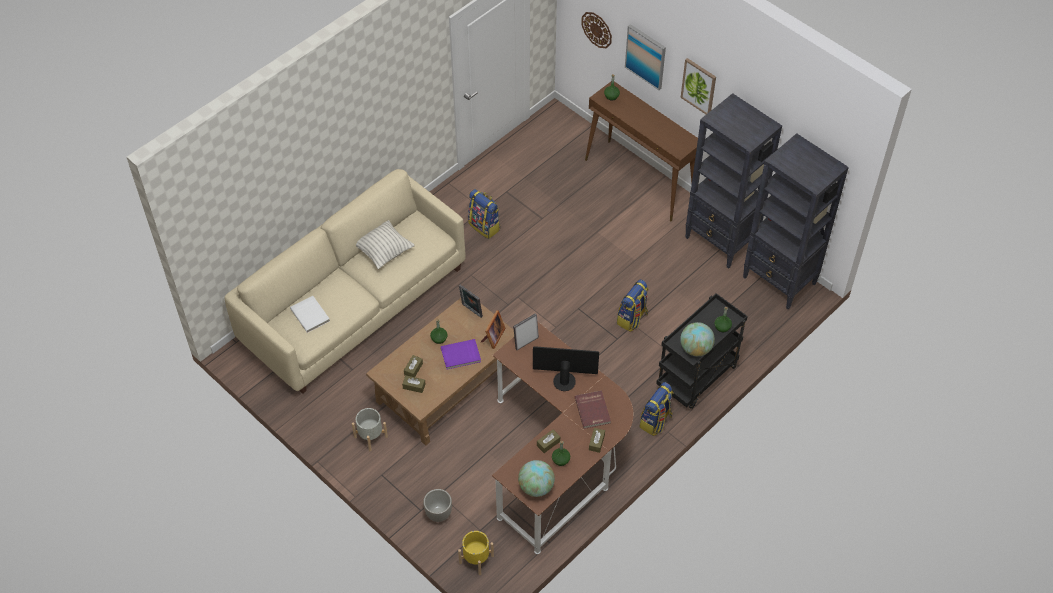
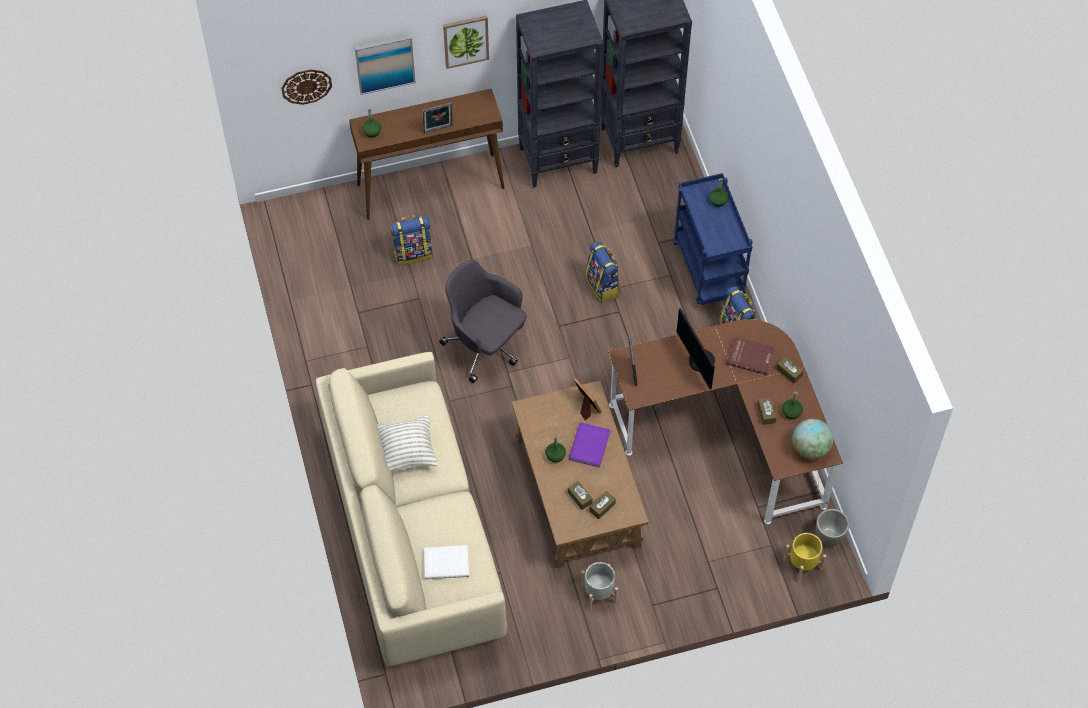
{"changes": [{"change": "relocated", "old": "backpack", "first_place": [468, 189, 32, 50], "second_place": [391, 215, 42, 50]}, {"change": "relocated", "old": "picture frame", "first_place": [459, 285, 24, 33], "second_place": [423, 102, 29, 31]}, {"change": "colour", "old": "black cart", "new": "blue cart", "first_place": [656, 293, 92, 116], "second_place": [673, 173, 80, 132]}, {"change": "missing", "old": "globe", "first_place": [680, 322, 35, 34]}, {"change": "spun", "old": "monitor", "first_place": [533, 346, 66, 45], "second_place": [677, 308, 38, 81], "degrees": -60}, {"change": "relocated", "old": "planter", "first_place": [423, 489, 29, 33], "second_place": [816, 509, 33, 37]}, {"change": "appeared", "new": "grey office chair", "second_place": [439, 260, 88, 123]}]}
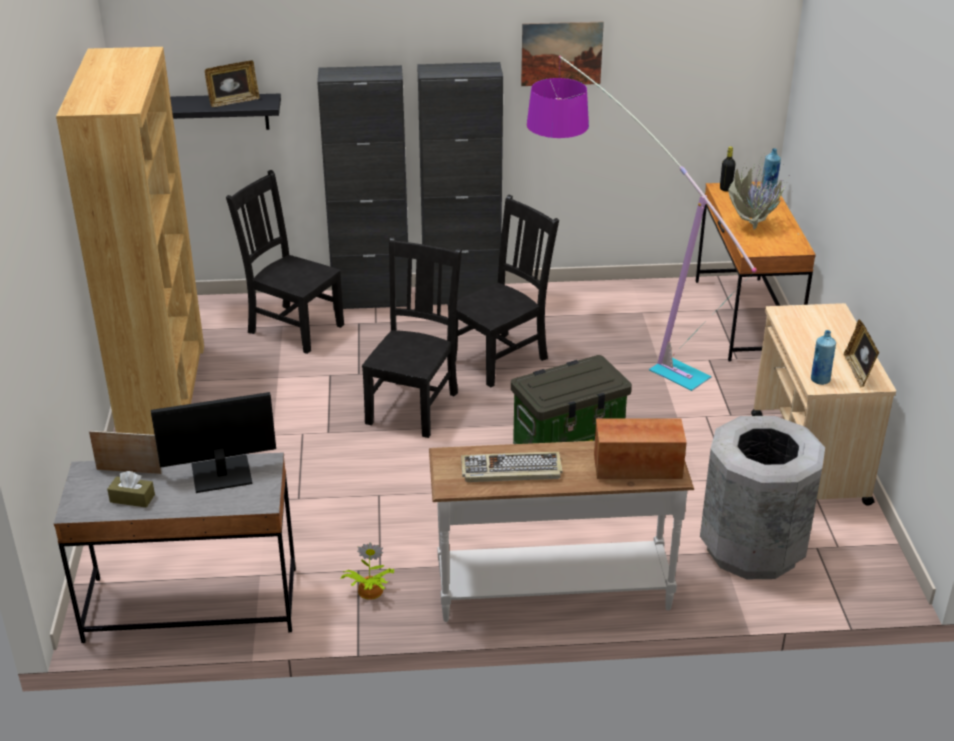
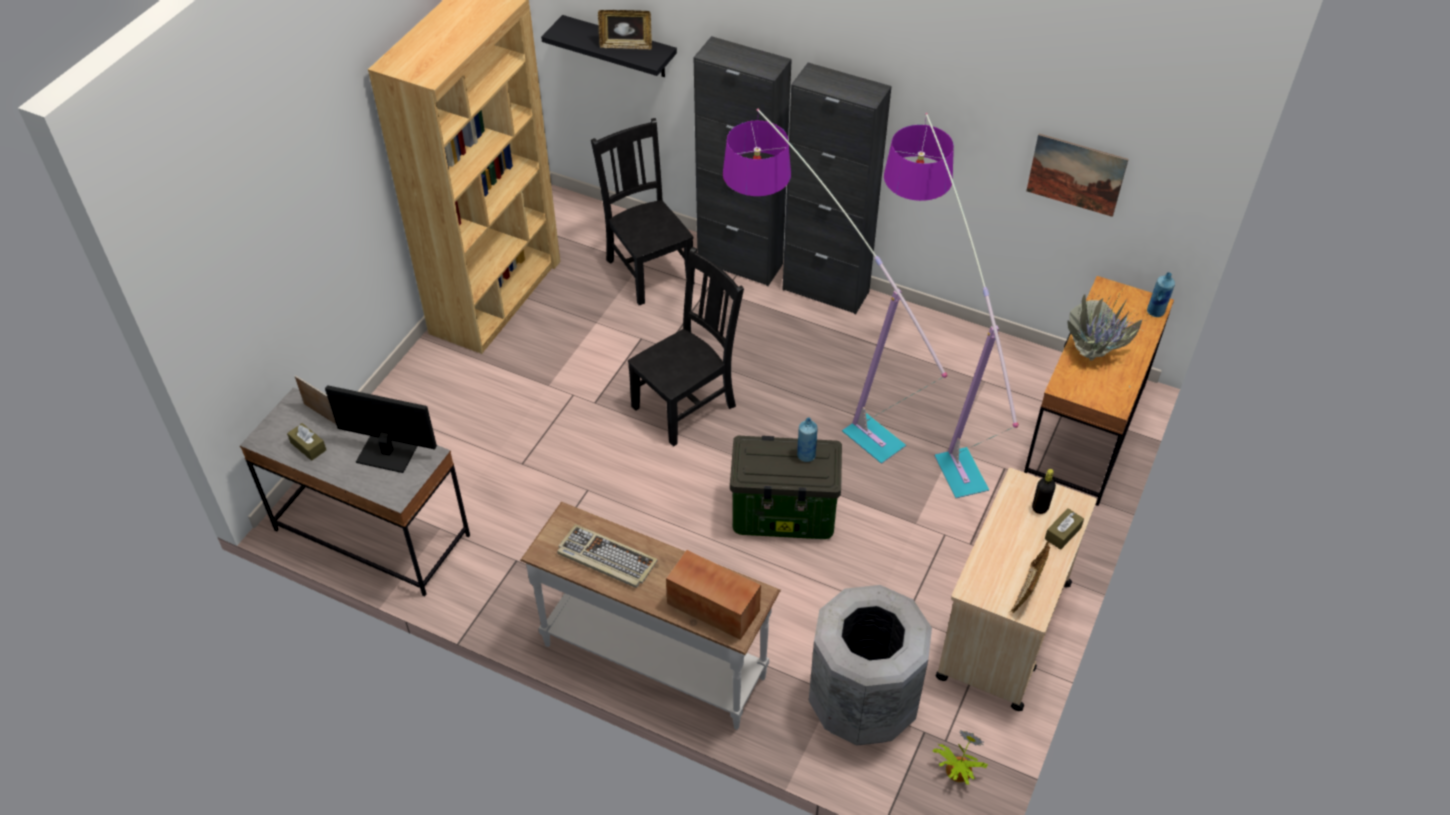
{"changes": [{"change": "relocated", "old": "picture", "first_place": [521, 22, 83, 64], "second_place": [1026, 134, 103, 83]}, {"change": "relocated", "old": "black bottle", "first_place": [720, 147, 16, 44], "second_place": [1032, 469, 24, 45]}, {"change": "exchanged", "old": "black chair", "new": "floor lamp", "first_place": [448, 195, 111, 192], "second_place": [723, 109, 224, 355]}, {"change": "relocated", "old": "blue bottle", "first_place": [811, 330, 25, 55], "second_place": [797, 418, 20, 44]}, {"change": "relocated", "old": "potted plant", "first_place": [340, 543, 54, 57], "second_place": [932, 730, 56, 55]}, {"change": "appeared", "new": "brown tissue box", "second_place": [1045, 508, 39, 42]}]}
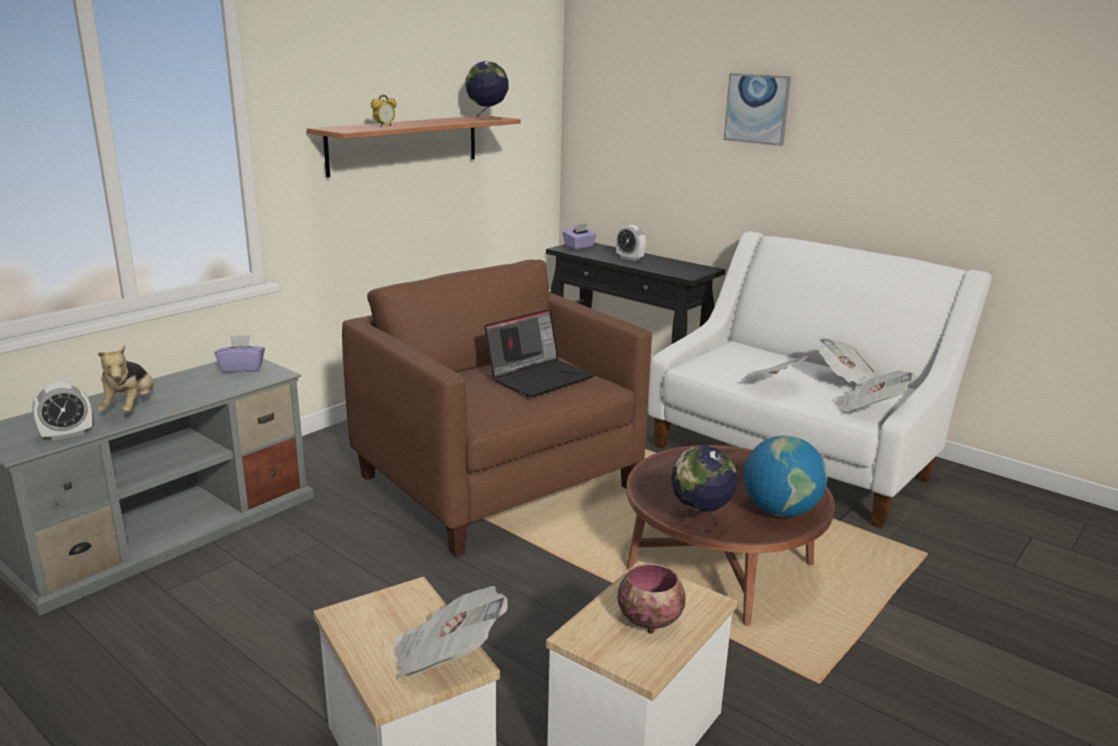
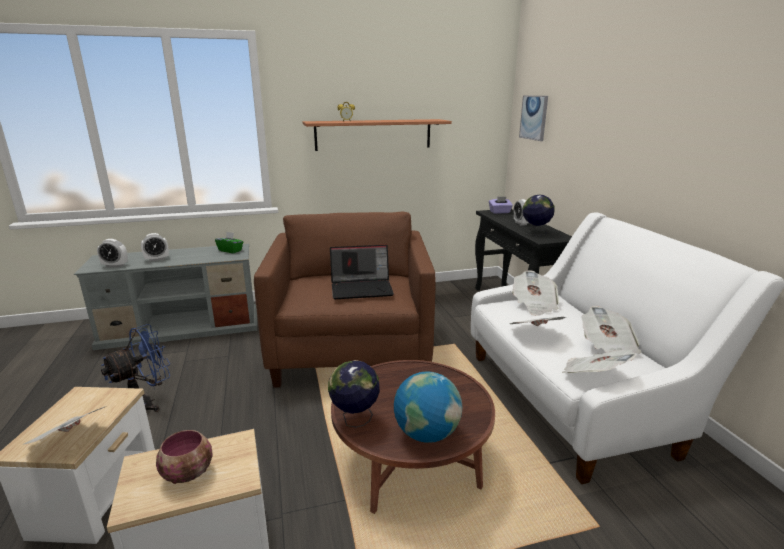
{"changes": [{"change": "relocated", "old": "globe", "first_place": [465, 61, 44, 59], "second_place": [522, 195, 33, 40]}, {"change": "relocated", "old": "picture", "first_place": [724, 73, 67, 73], "second_place": [519, 96, 29, 45]}, {"change": "colour", "old": "purple tissue box", "new": "green tissue box", "first_place": [215, 335, 50, 38], "second_place": [215, 232, 28, 21]}, {"change": "exchanged", "old": "plush toy", "new": "alarm clock", "first_place": [97, 345, 57, 68], "second_place": [141, 233, 28, 29]}, {"change": "appeared", "new": "newspaper", "second_place": [512, 271, 47, 45]}, {"change": "appeared", "new": "blue fan", "second_place": [101, 324, 69, 88]}]}
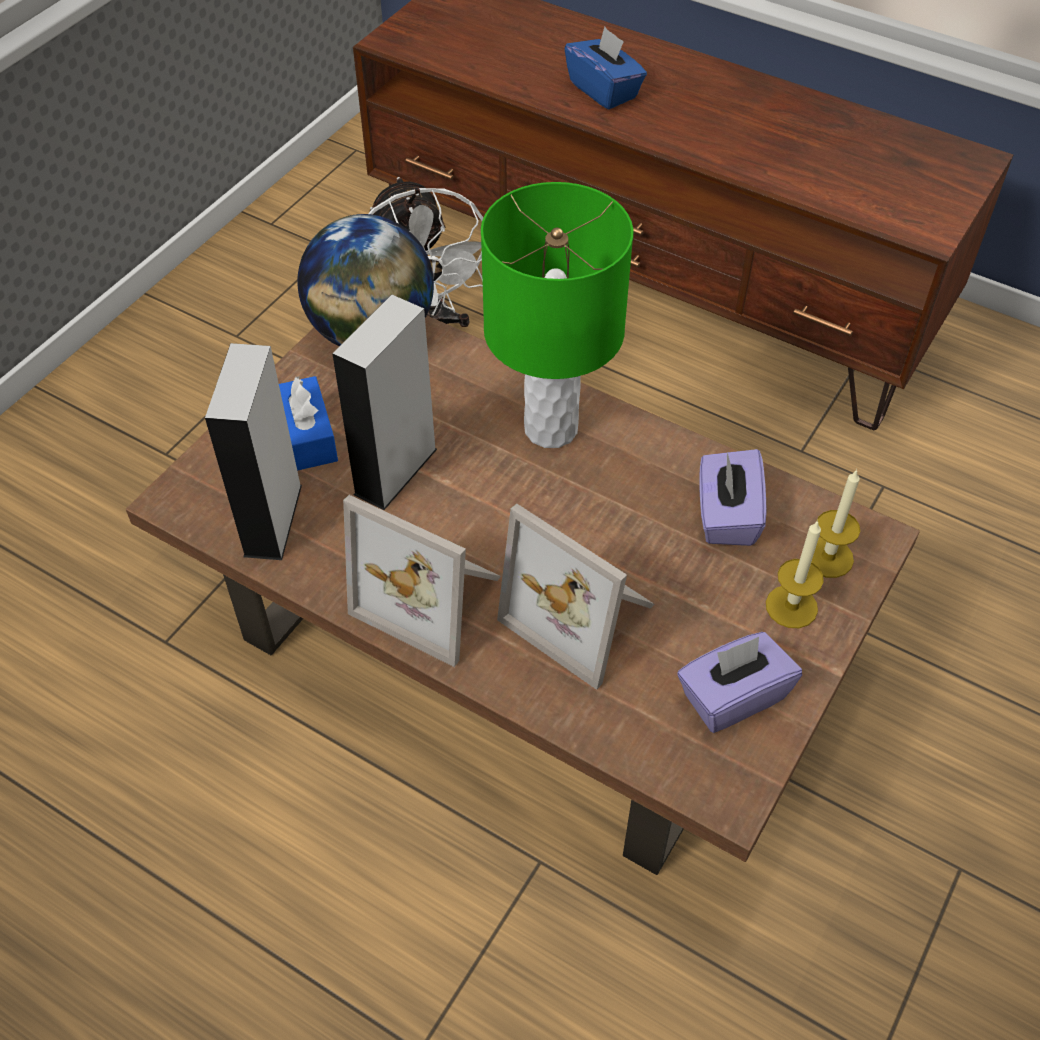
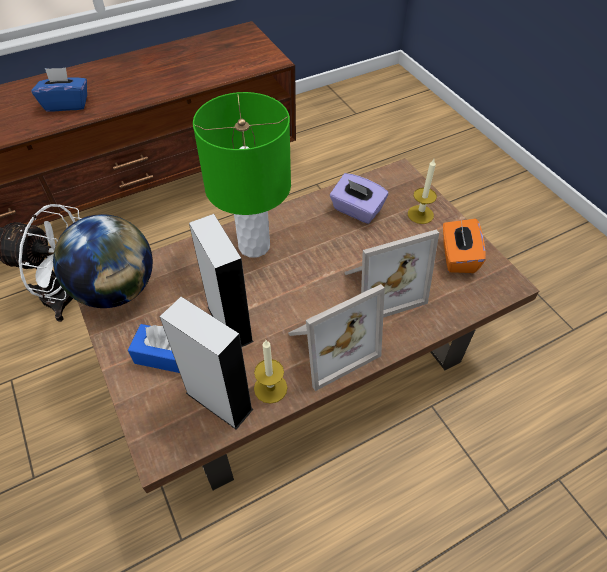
{"changes": [{"change": "relocated", "old": "candle", "first_place": [812, 469, 48, 109], "second_place": [254, 340, 33, 64]}, {"change": "colour", "old": "purple tissue box", "new": "orange tissue box", "first_place": [677, 632, 125, 101], "second_place": [443, 219, 42, 54]}]}
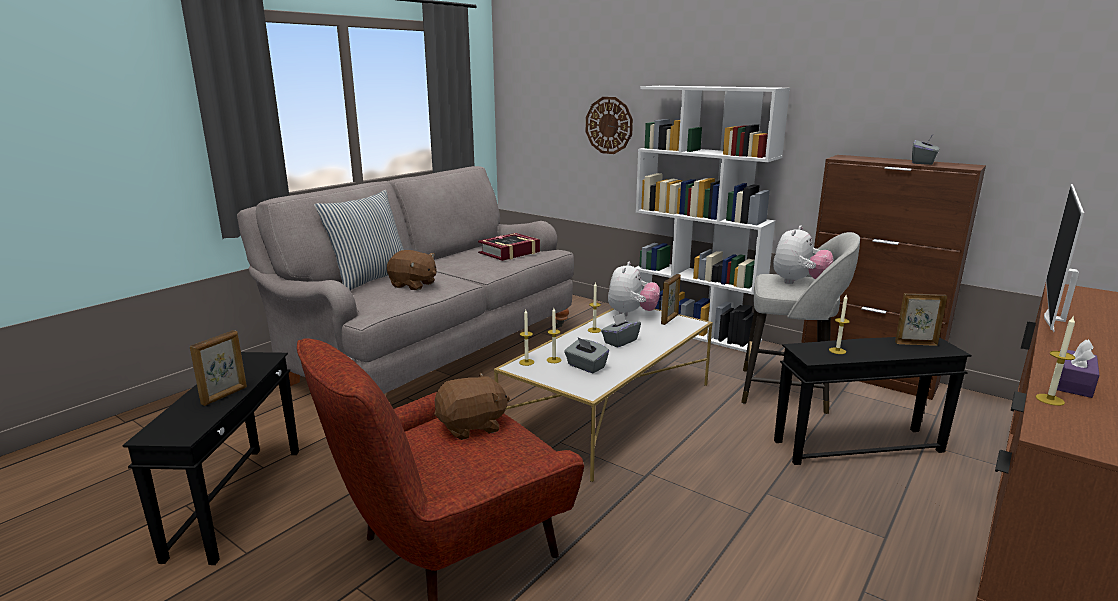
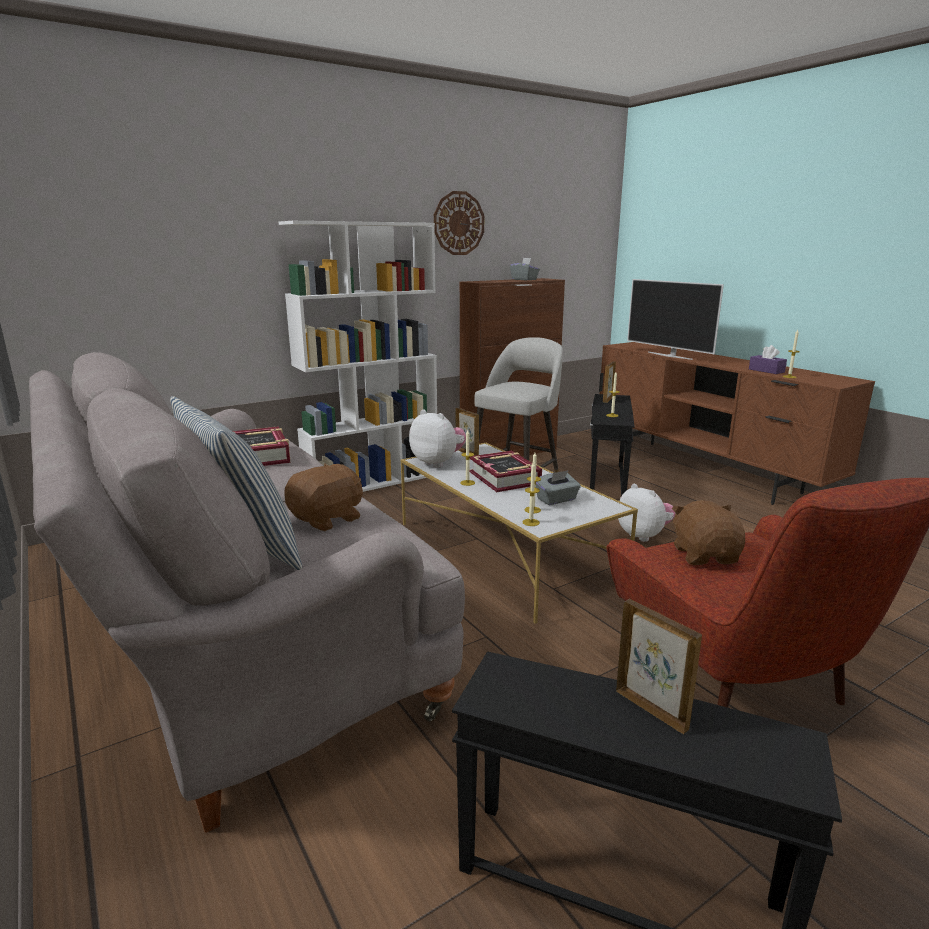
{"changes": [{"change": "relocated", "old": "wall clock", "first_place": [586, 97, 47, 57], "second_place": [434, 191, 50, 64]}, {"change": "relocated", "old": "plush toy", "first_place": [773, 225, 61, 59], "second_place": [618, 484, 58, 58]}, {"change": "exchanged", "old": "grey tissue box", "new": "book", "first_place": [601, 313, 40, 35], "second_place": [470, 450, 72, 42]}]}
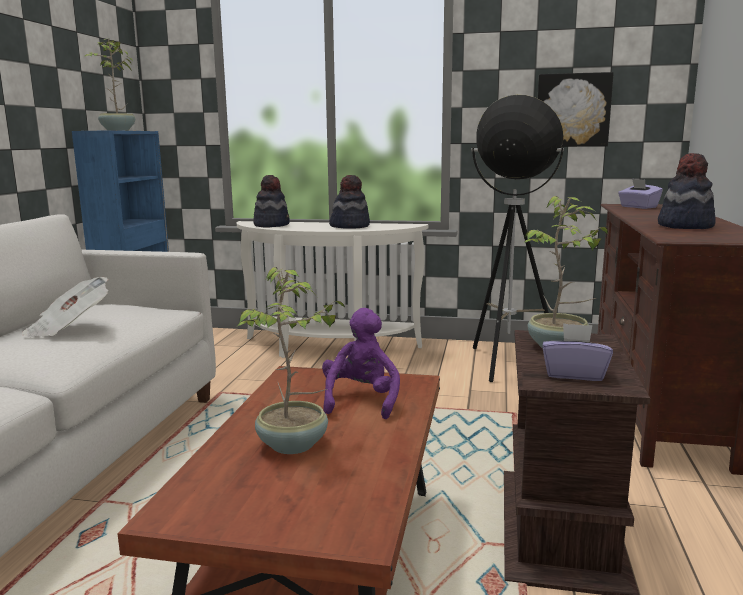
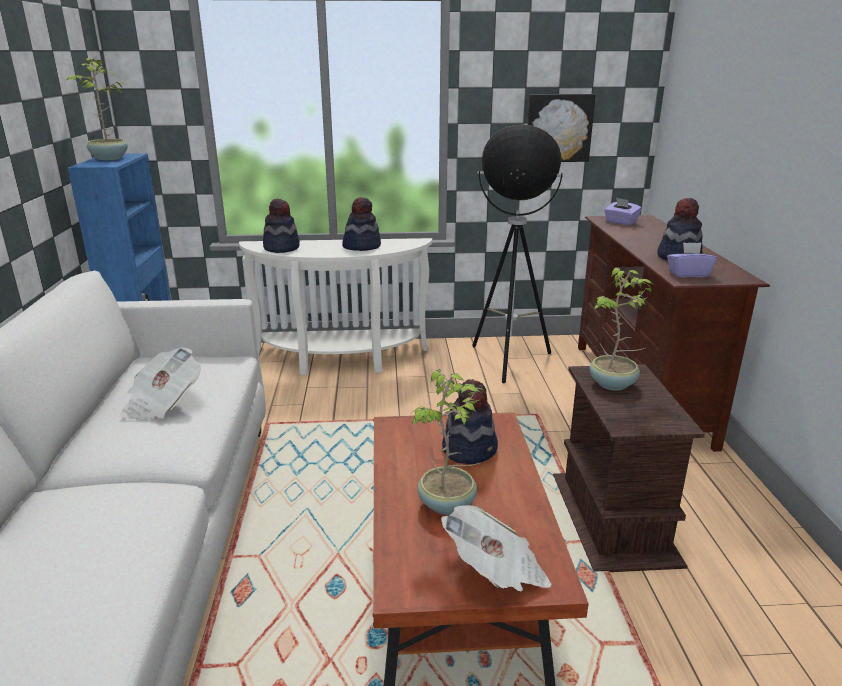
{"changes": [{"change": "exchanged", "old": "purple plush toy", "new": "hat", "first_place": [322, 308, 78, 111], "second_place": [442, 379, 56, 85]}, {"change": "relocated", "old": "purple tissue box", "first_place": [543, 323, 70, 58], "second_place": [667, 242, 50, 35]}, {"change": "appeared", "new": "newspaper", "second_place": [441, 505, 111, 87]}]}
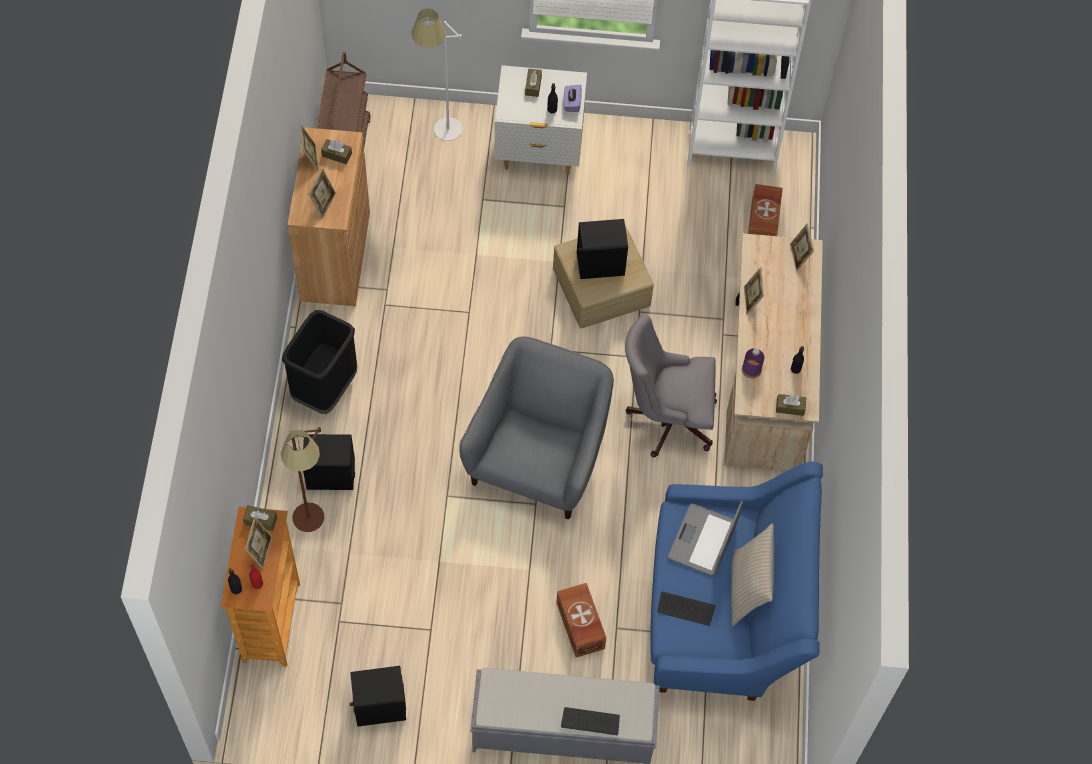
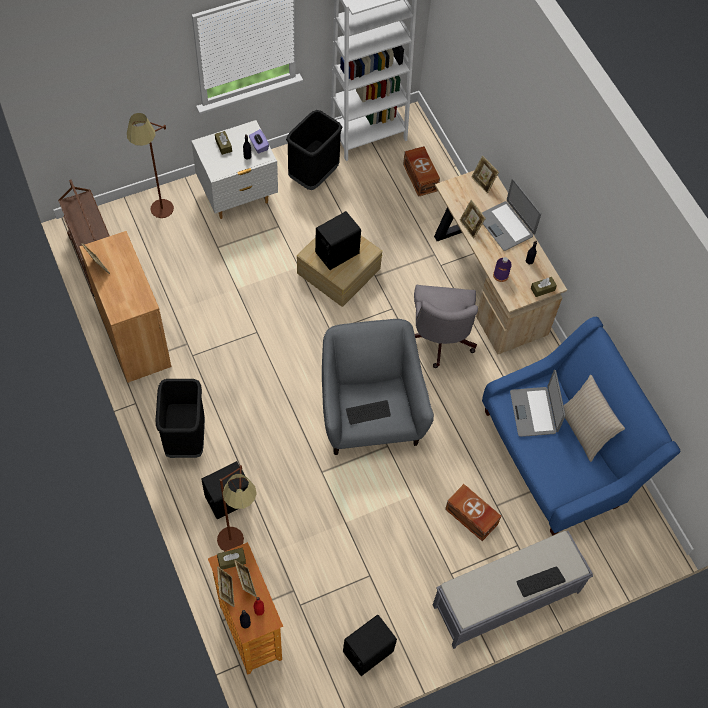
{"changes": [{"change": "colour", "old": "white floor lamp", "new": "brown floor lamp", "first_place": [412, 8, 51, 133], "second_place": [127, 113, 47, 105]}, {"change": "missing", "old": "brown tissue box", "first_place": [321, 139, 31, 25]}, {"change": "relocated", "old": "picture frame", "first_place": [308, 168, 28, 50], "second_place": [217, 567, 18, 40]}, {"change": "spun", "old": "grey office chair", "first_place": [625, 315, 92, 142], "second_place": [414, 285, 64, 83], "degrees": -60}, {"change": "relocated", "old": "keyboard", "first_place": [657, 592, 58, 34], "second_place": [346, 400, 45, 25]}, {"change": "appeared", "new": "black trash can", "second_place": [286, 110, 56, 80]}, {"change": "appeared", "new": "laptop", "second_place": [482, 179, 59, 72]}]}
